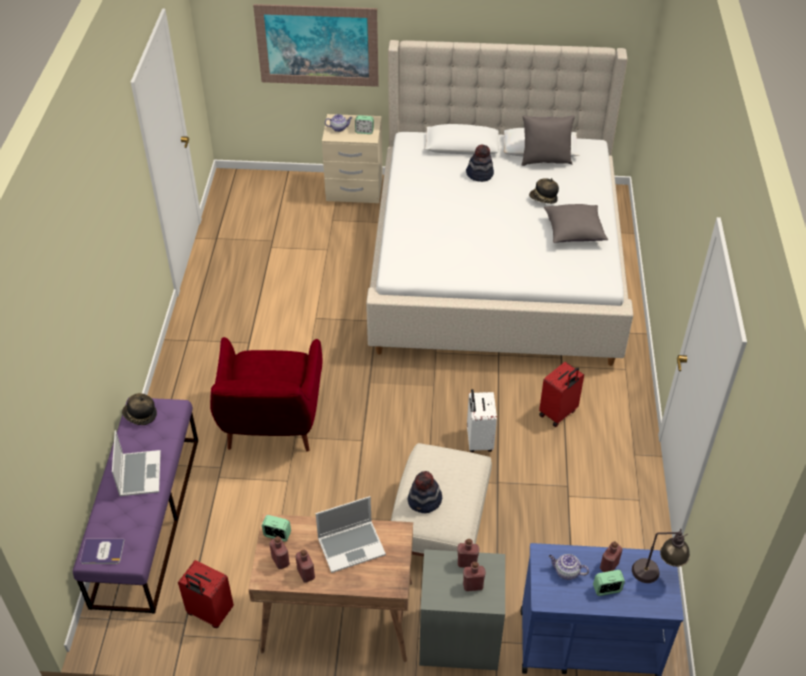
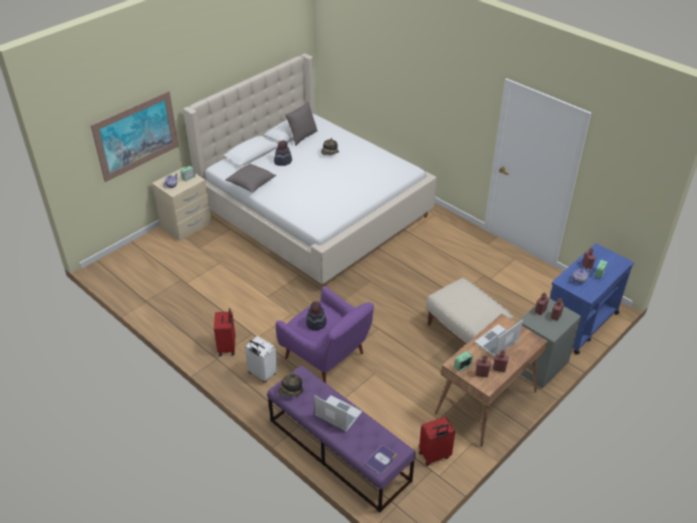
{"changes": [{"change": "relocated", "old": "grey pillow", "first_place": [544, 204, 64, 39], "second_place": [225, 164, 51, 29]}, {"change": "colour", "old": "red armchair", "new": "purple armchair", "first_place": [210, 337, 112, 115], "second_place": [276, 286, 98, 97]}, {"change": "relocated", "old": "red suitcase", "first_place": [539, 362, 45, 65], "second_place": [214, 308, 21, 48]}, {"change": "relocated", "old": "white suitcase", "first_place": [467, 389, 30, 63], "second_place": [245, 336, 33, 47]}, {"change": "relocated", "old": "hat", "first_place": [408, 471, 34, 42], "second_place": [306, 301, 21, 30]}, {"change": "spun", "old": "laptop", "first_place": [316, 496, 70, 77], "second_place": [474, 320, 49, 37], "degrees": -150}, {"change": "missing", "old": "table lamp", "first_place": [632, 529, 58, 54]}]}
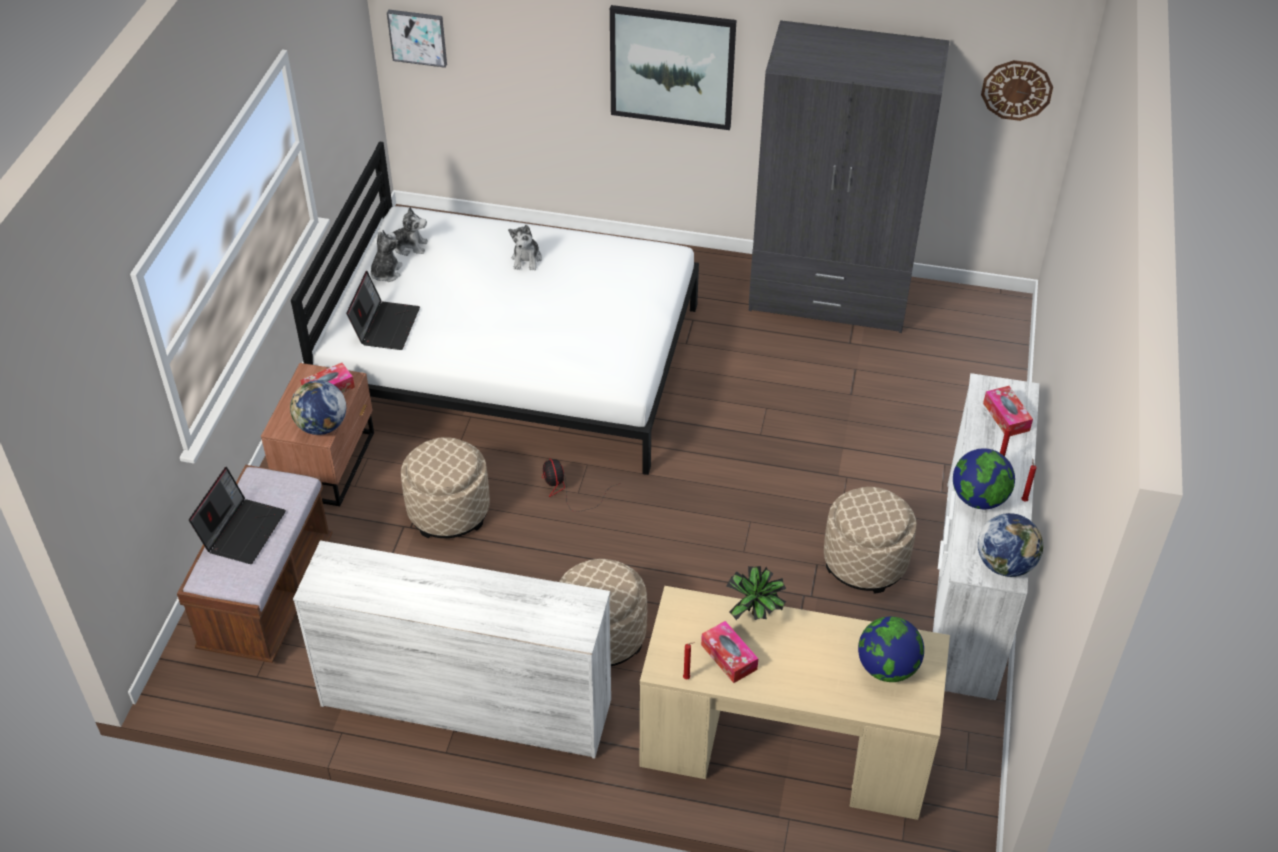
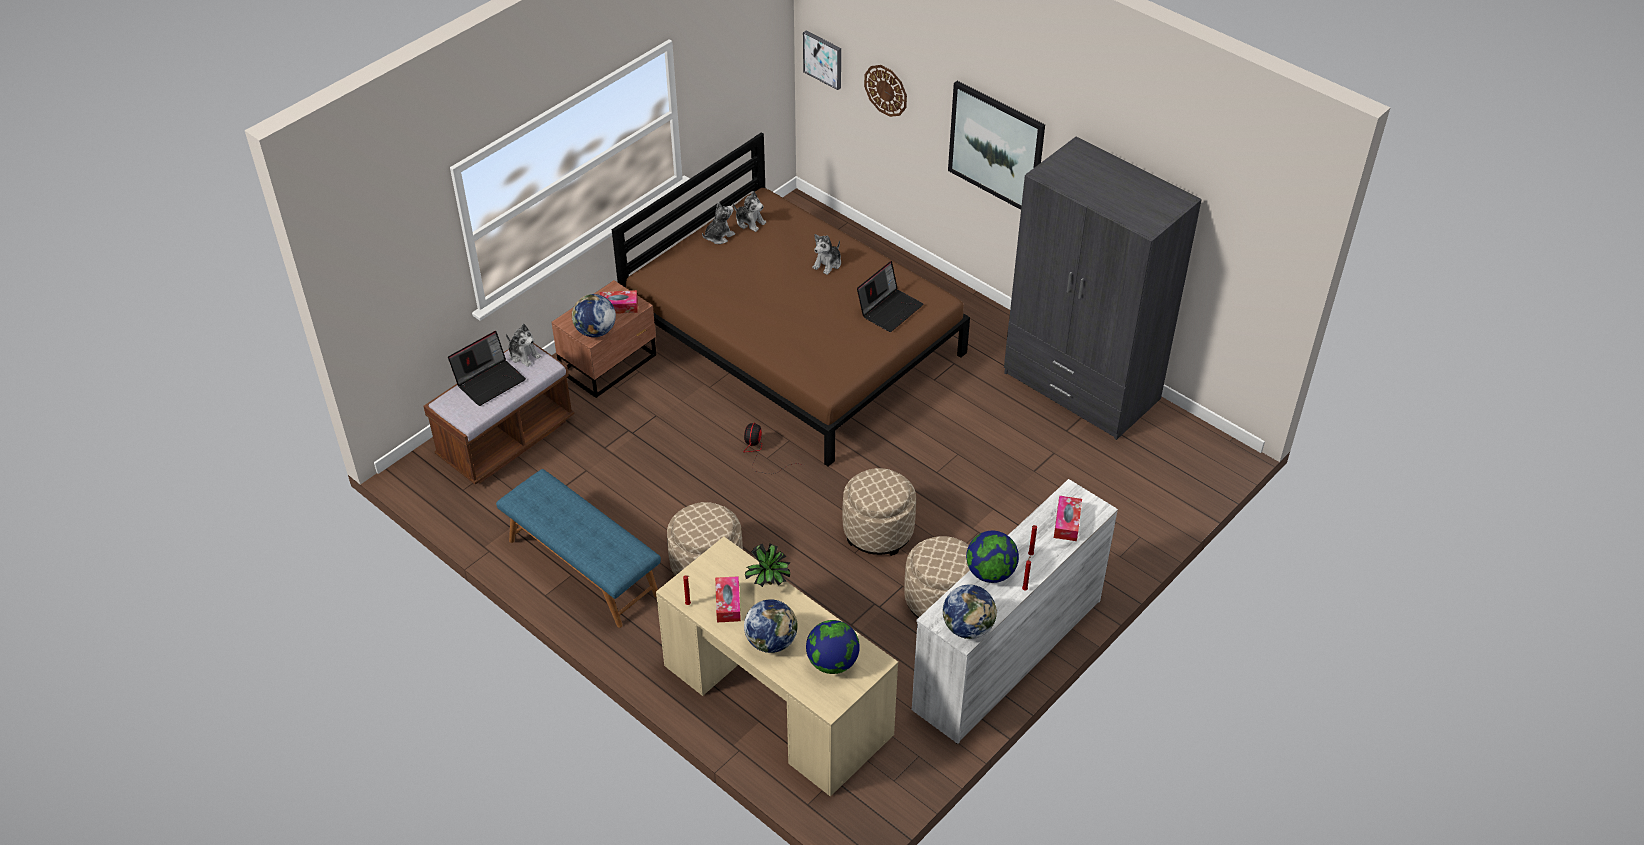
{"changes": [{"change": "relocated", "old": "wall clock", "first_place": [981, 60, 72, 61], "second_place": [864, 65, 43, 52]}, {"change": "colour", "old": "white bed", "new": "brown bed", "first_place": [291, 141, 408, 334], "second_place": [612, 133, 358, 333]}, {"change": "relocated", "old": "laptop", "first_place": [346, 271, 74, 79], "second_place": [857, 261, 67, 71]}, {"change": "relocated", "old": "beige ottoman", "first_place": [401, 437, 89, 101], "second_place": [842, 468, 74, 88]}, {"change": "exchanged", "old": "white dresser", "new": "blue bench", "first_place": [293, 540, 318, 219], "second_place": [496, 469, 165, 159]}, {"change": "appeared", "new": "plush toy", "second_place": [506, 324, 35, 43]}, {"change": "appeared", "new": "globe", "second_place": [744, 599, 54, 54]}]}
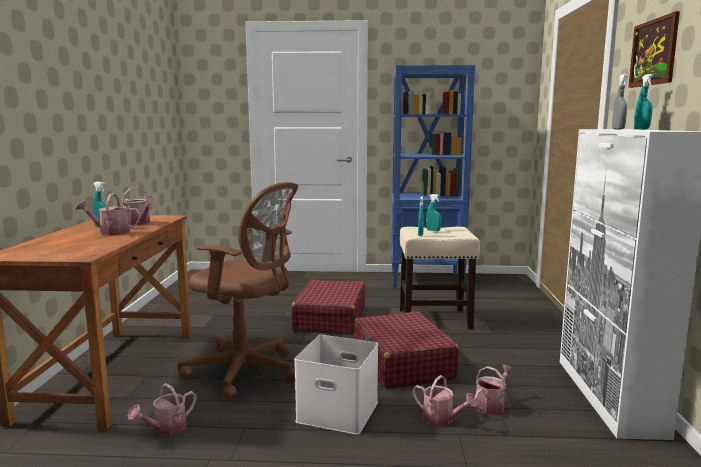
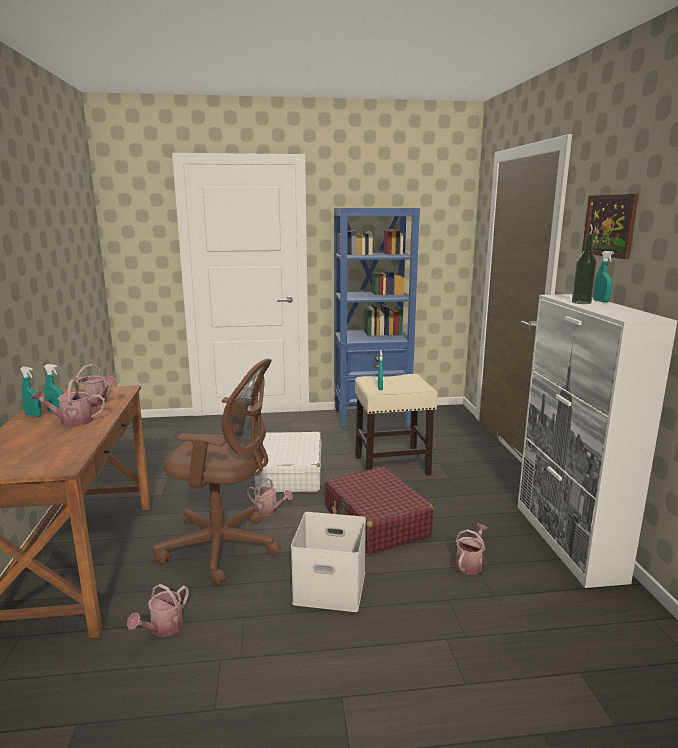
{"changes": [{"change": "exchanged", "old": "grey spray bottle", "new": "bottle", "first_place": [612, 73, 16, 56], "second_place": [572, 234, 25, 70]}, {"change": "relocated", "old": "turquoise spray bottle", "first_place": [426, 194, 15, 37], "second_place": [21, 367, 21, 50]}, {"change": "colour", "old": "red suitcase", "new": "white suitcase", "first_place": [291, 280, 74, 55], "second_place": [255, 432, 67, 60]}, {"change": "relocated", "old": "watering can", "first_place": [412, 375, 66, 51], "second_place": [247, 478, 46, 38]}]}
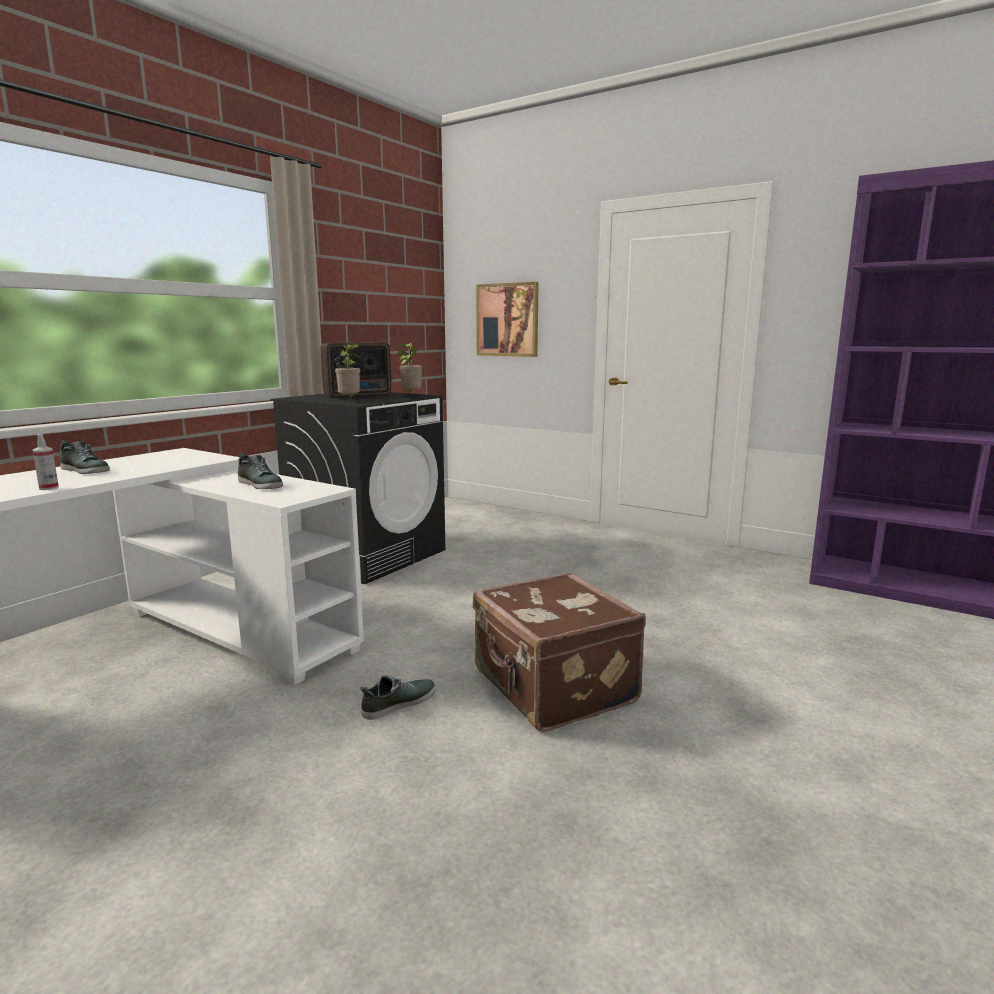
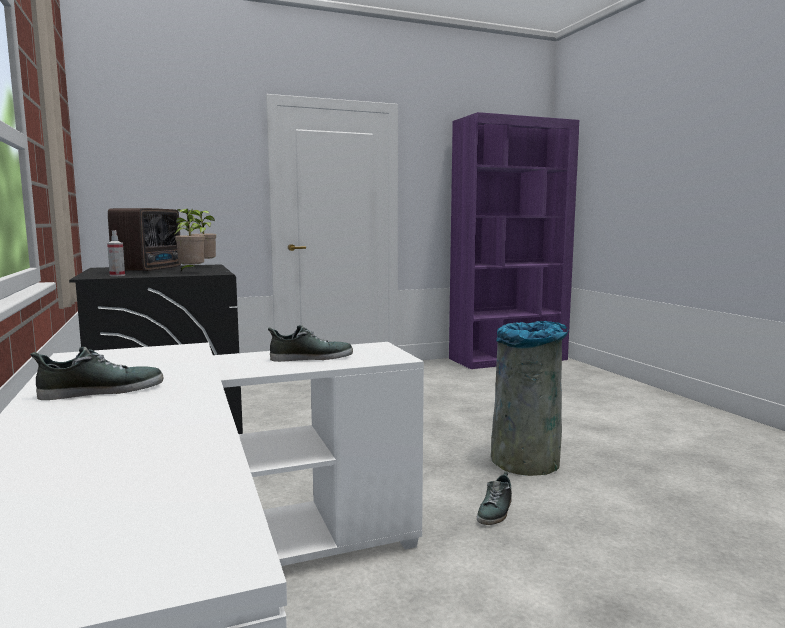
{"changes": [{"change": "missing", "old": "picture", "first_place": [476, 282, 63, 75]}, {"change": "relocated", "old": "spray bottle", "first_place": [32, 434, 27, 56], "second_place": [107, 230, 18, 46]}, {"change": "exchanged", "old": "brown suitcase", "new": "grey trash can", "first_place": [473, 572, 173, 160], "second_place": [491, 321, 77, 155]}, {"change": "spun", "old": "shoe", "first_place": [360, 675, 76, 45], "second_place": [477, 472, 35, 53], "degrees": -150}]}
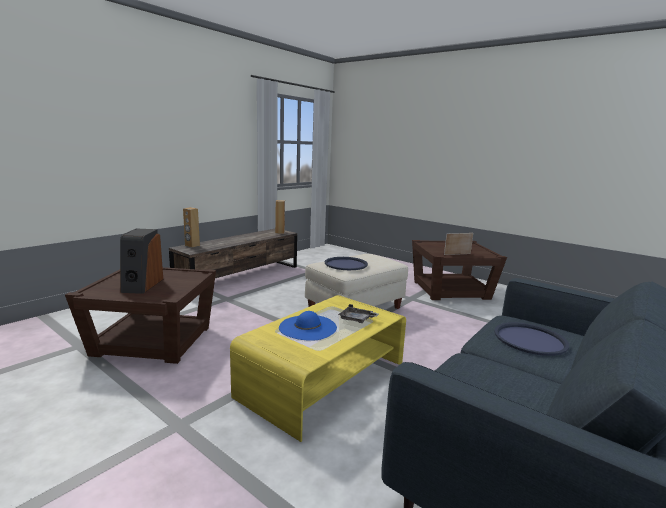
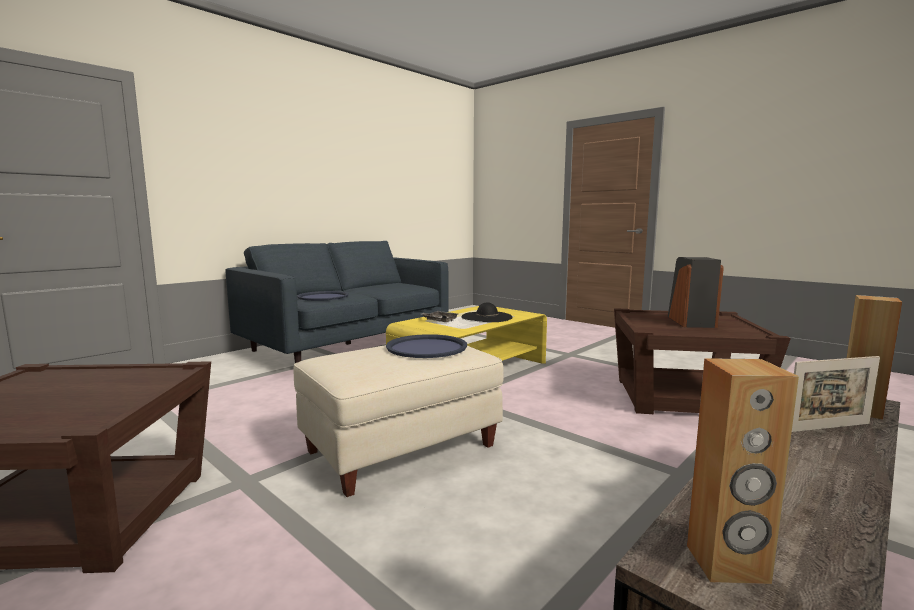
{"changes": [{"change": "relocated", "old": "picture frame", "first_place": [444, 233, 29, 22], "second_place": [792, 356, 88, 76]}, {"change": "colour", "old": "blue hat", "new": "black hat", "first_place": [279, 311, 58, 30], "second_place": [462, 302, 51, 20]}]}
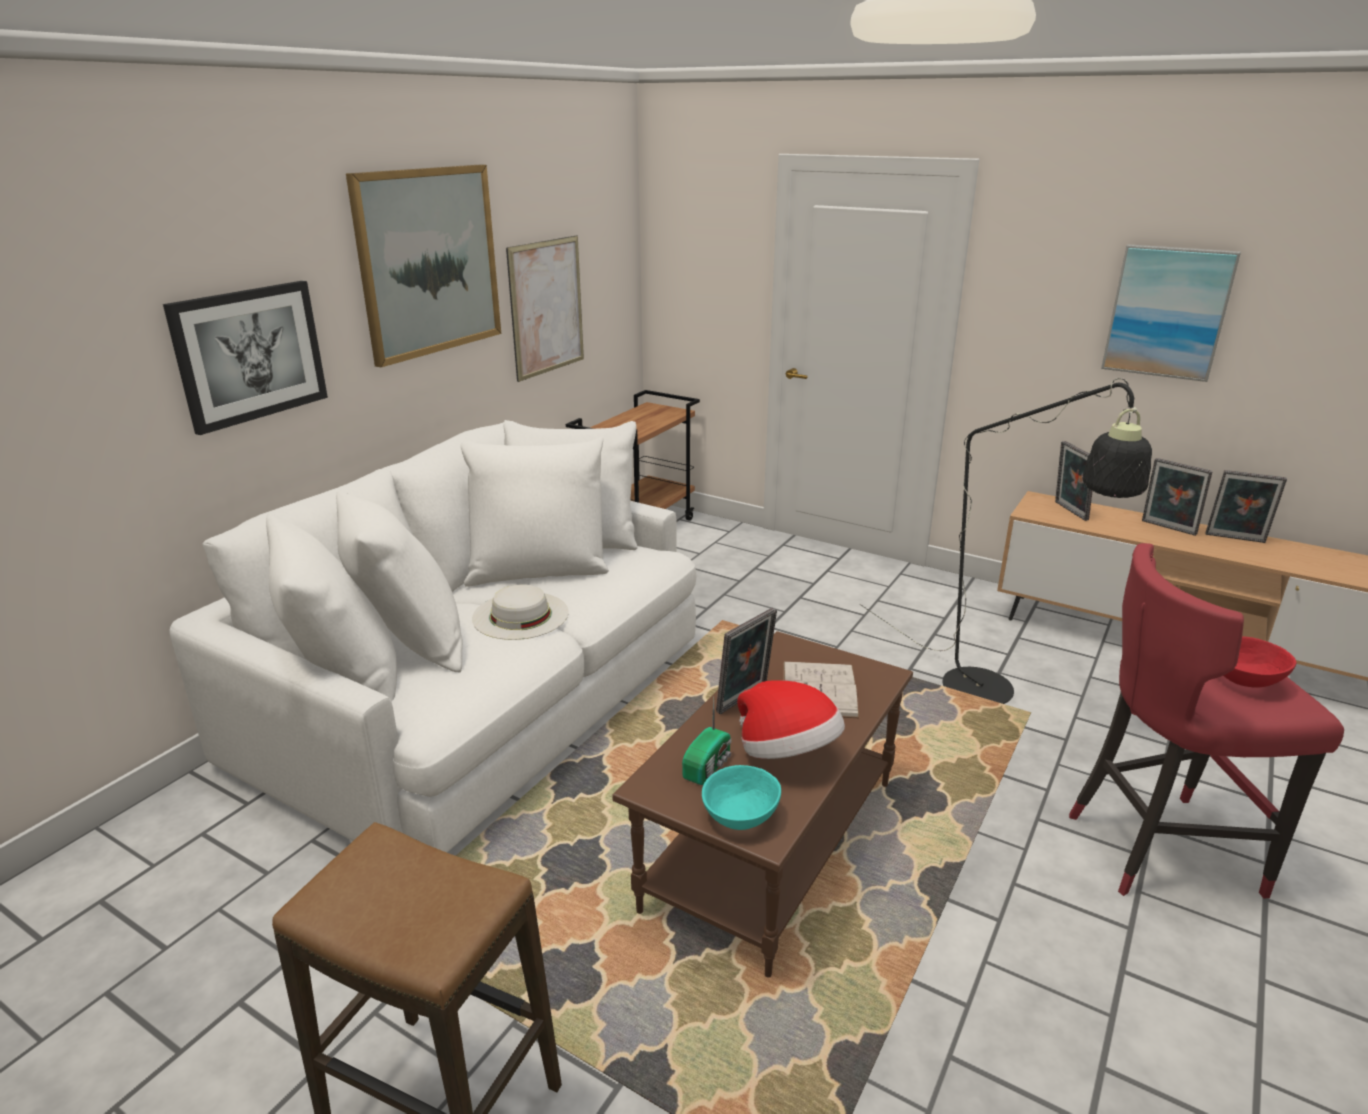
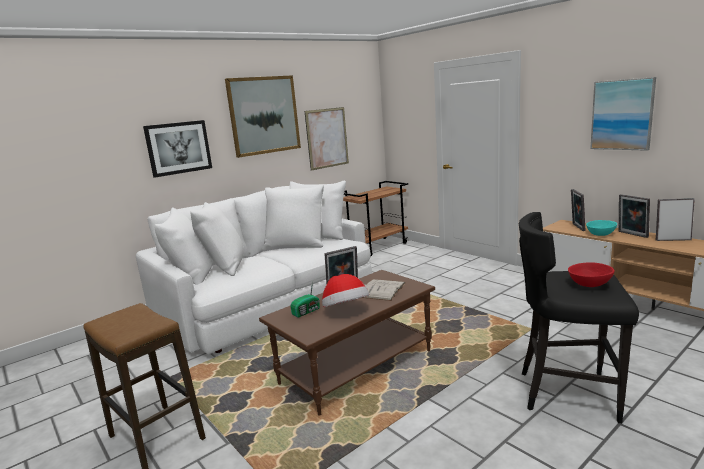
{"changes": [{"change": "missing", "old": "black floor lamp", "first_place": [860, 378, 292, 326]}, {"change": "spun", "old": "picture frame", "first_place": [1206, 470, 81, 73], "second_place": [656, 198, 39, 43], "degrees": 150}, {"change": "colour", "old": "red stool", "new": "black stool", "first_place": [1069, 543, 275, 356], "second_place": [519, 212, 120, 211]}, {"change": "missing", "old": "white hat", "first_place": [472, 585, 97, 55]}, {"change": "relocated", "old": "turquoise bowl", "first_place": [702, 765, 79, 65], "second_place": [586, 220, 31, 16]}]}
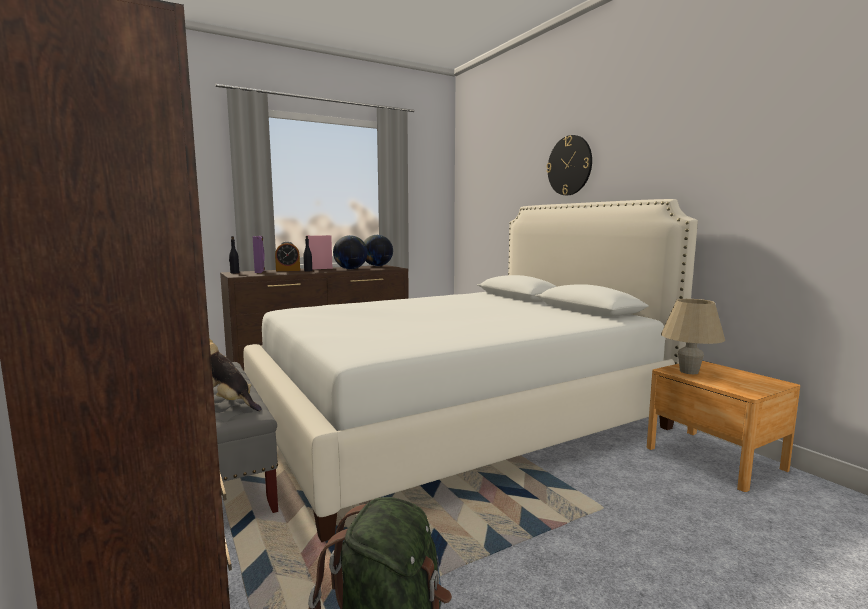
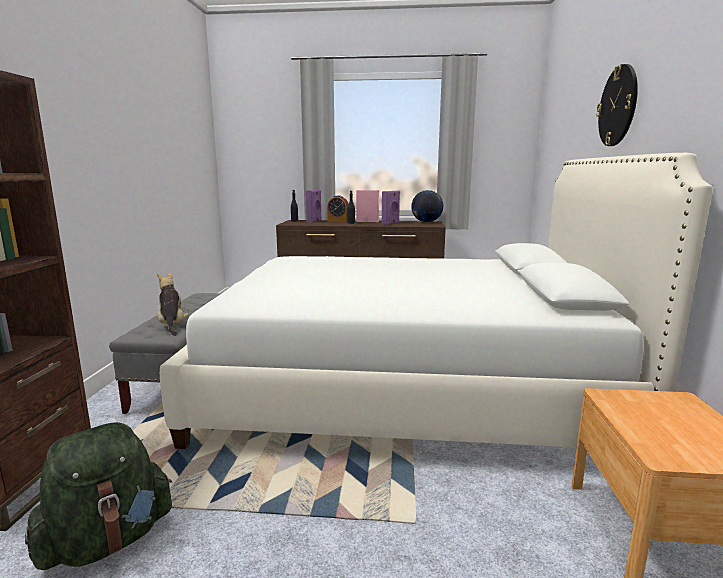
{"changes": [{"change": "exchanged", "old": "globe", "new": "purple speaker", "first_place": [333, 235, 35, 34], "second_place": [382, 191, 18, 34]}, {"change": "missing", "old": "beige table lamp", "first_place": [661, 299, 64, 75]}]}
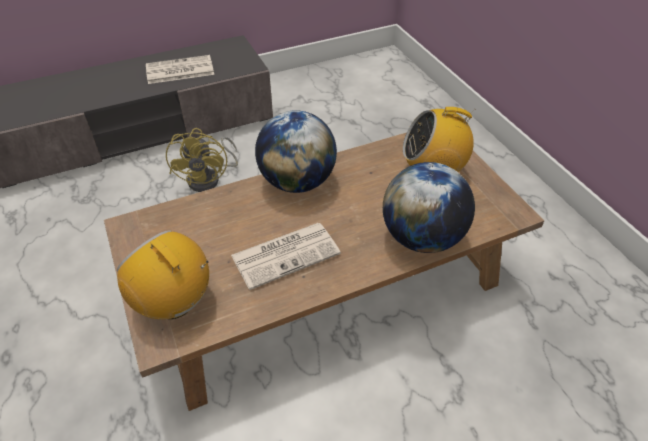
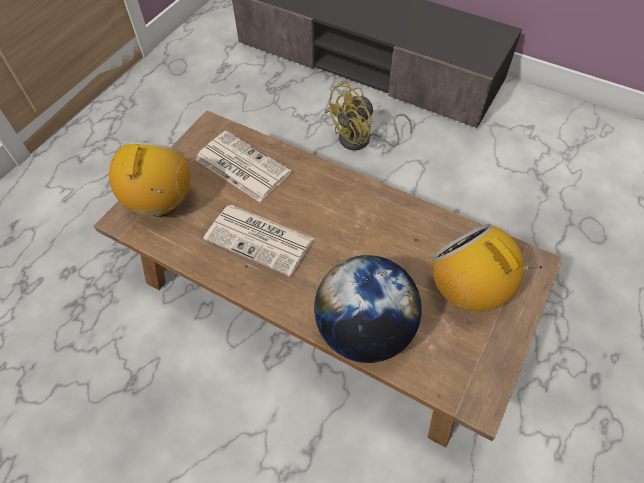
{"changes": [{"change": "relocated", "old": "newspaper", "first_place": [146, 55, 68, 29], "second_place": [195, 131, 96, 71]}, {"change": "missing", "old": "globe", "first_place": [255, 110, 82, 83]}]}
